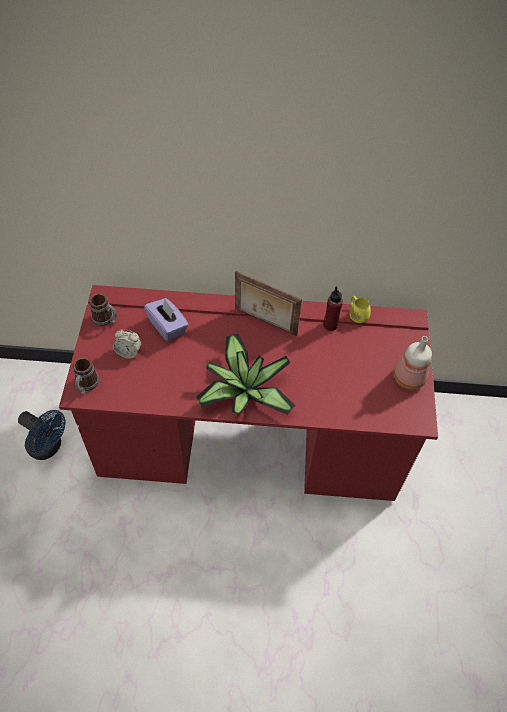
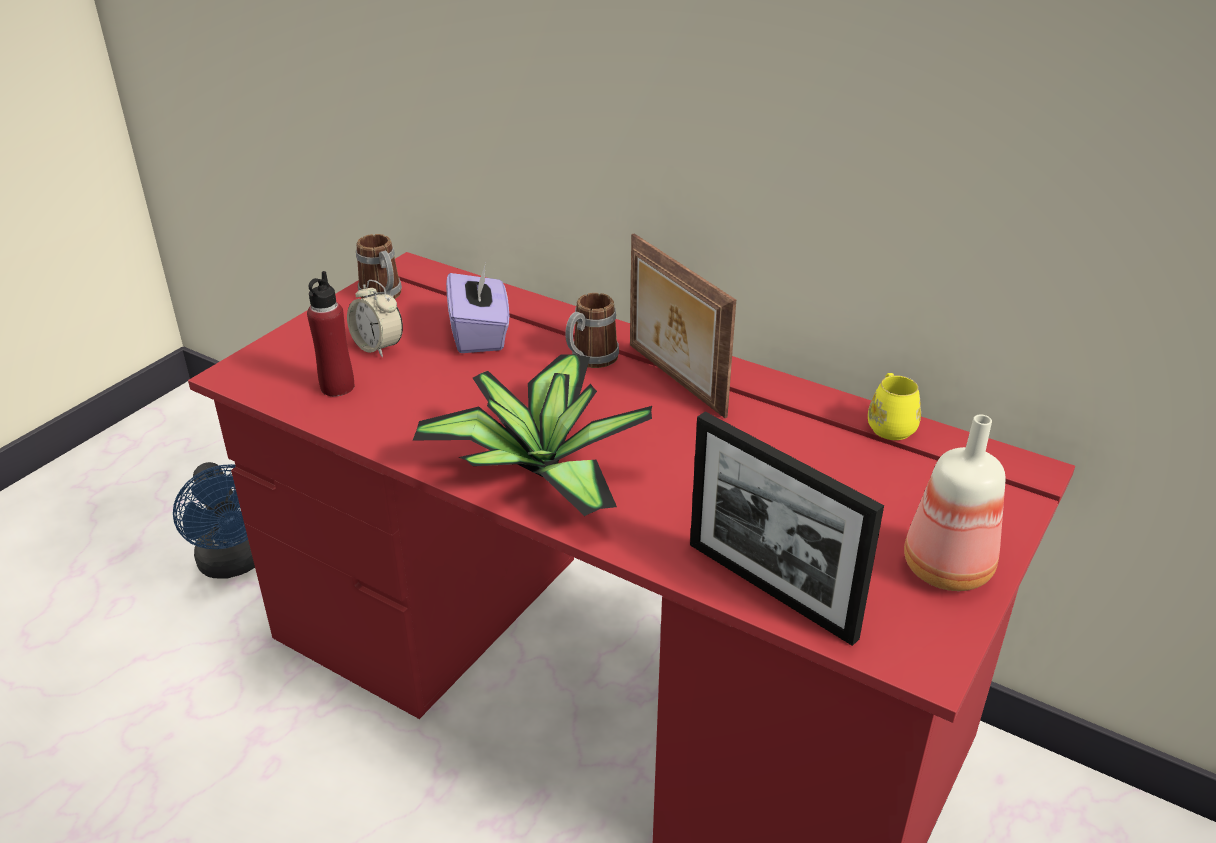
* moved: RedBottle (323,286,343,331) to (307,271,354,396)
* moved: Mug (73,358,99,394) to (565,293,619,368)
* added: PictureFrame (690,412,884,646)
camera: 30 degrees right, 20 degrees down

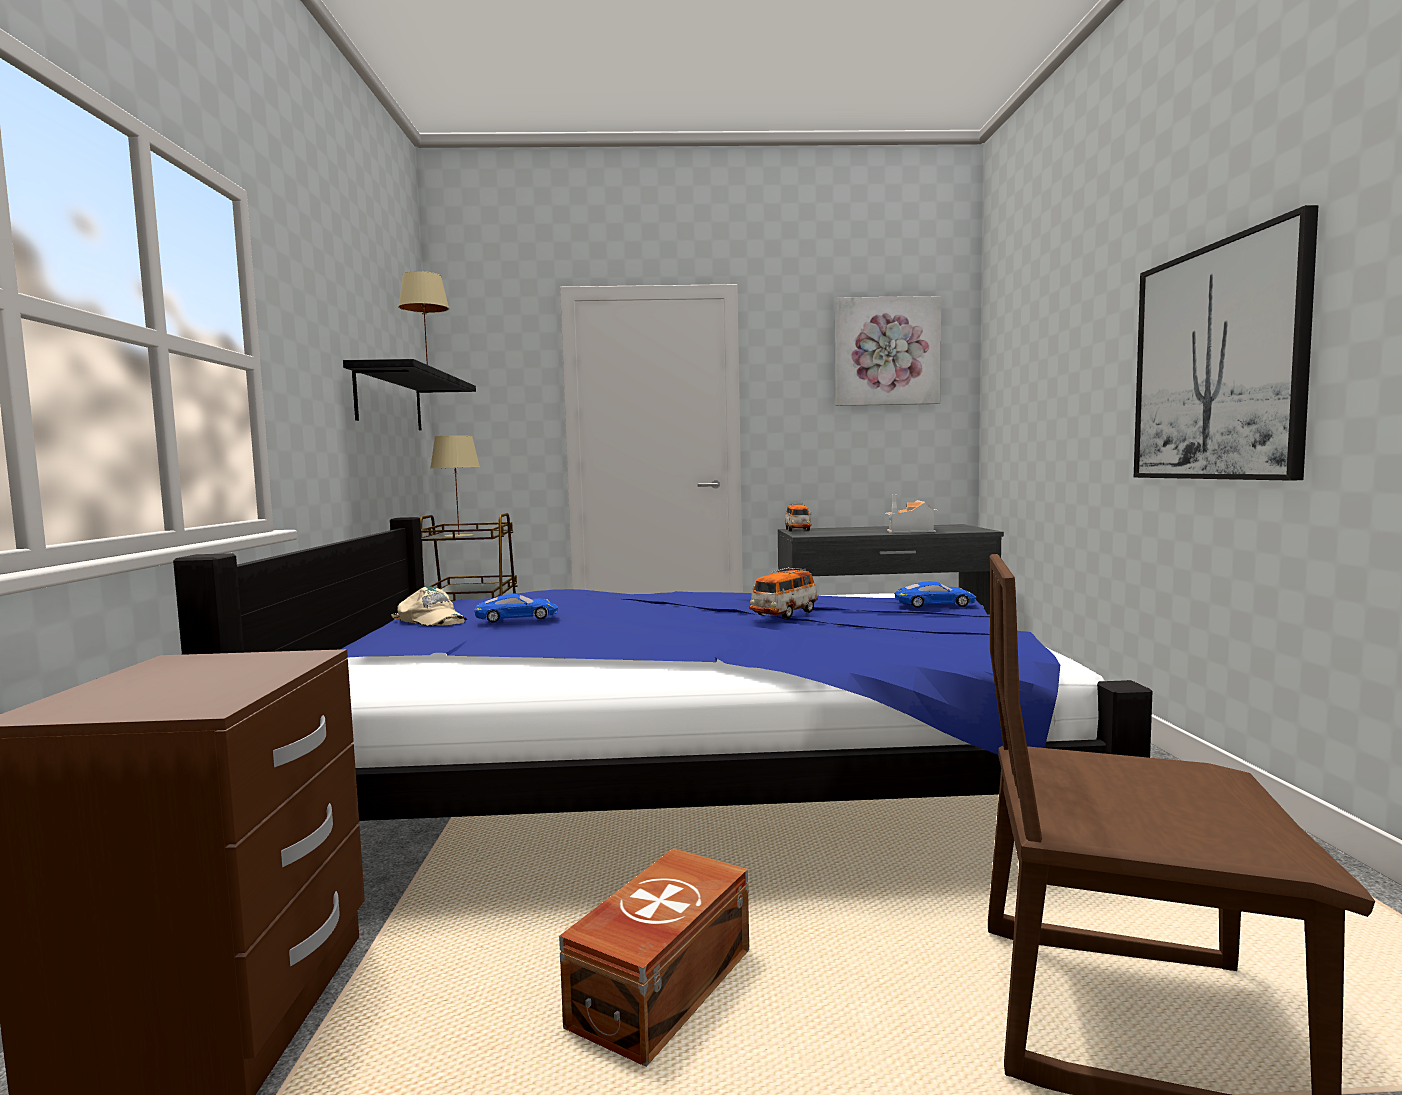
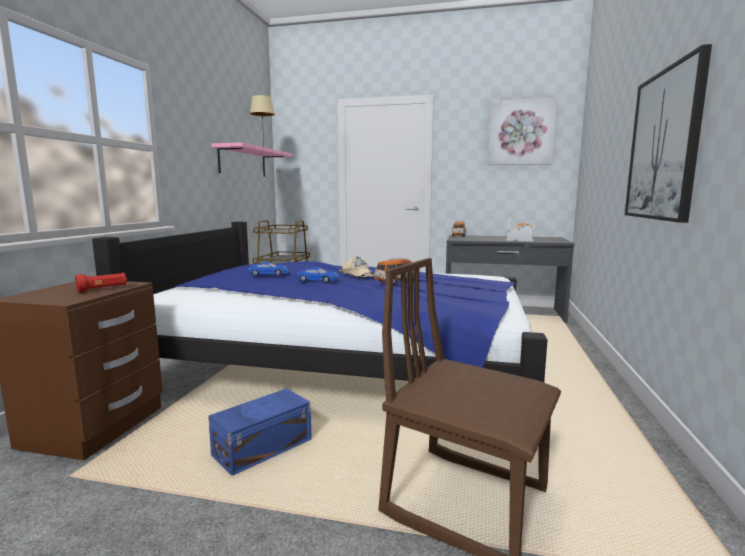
* added: RedFlashlight (75,272,127,293)
* recoloured: BrownStorageBox (559,848,749,1067) to BlueStorageBox (208,388,312,476)
* recoloured: BlackShelf (343,359,476,430) to PinkShelf (211,143,292,177)
* moved: BlueToyCar (895,581,977,608) to (297,268,339,283)
* moved: BeigeCap (391,586,467,626) to (339,257,374,277)
* removed: BeigeTableLamp (431,435,480,537)
camera: 15 degrees right, 5 degrees up

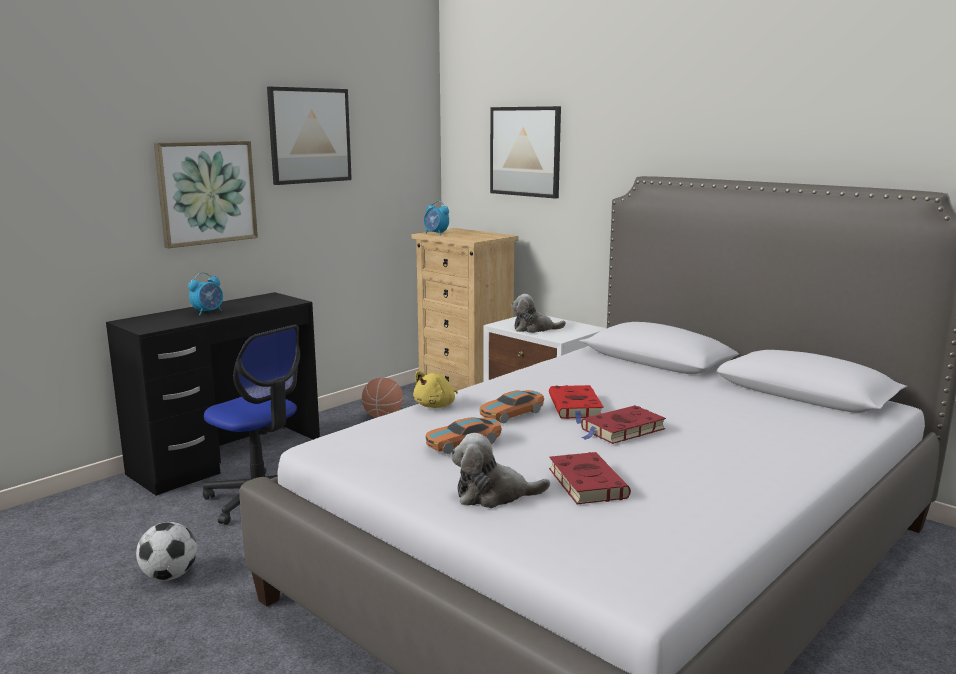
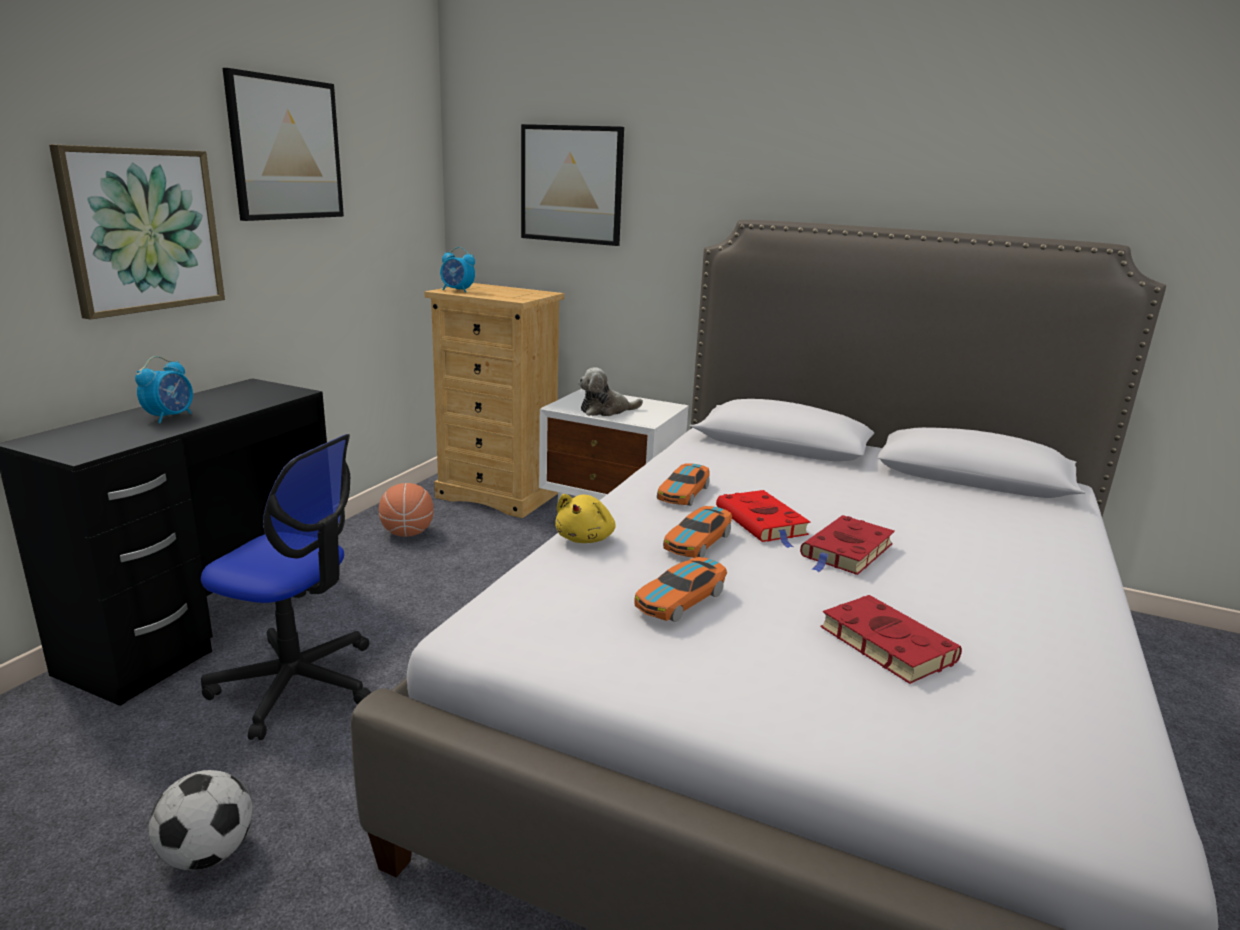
* added: ToyCar (657,463,710,506)
* removed: PlushToy (451,433,550,508)
camera: 20 degrees left, 5 degrees up

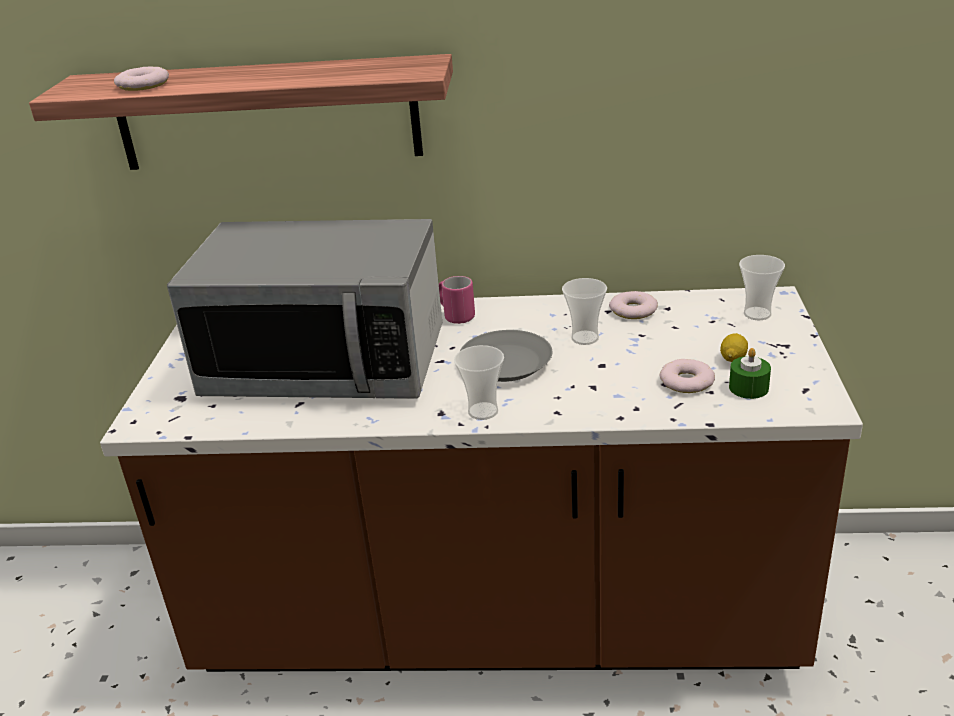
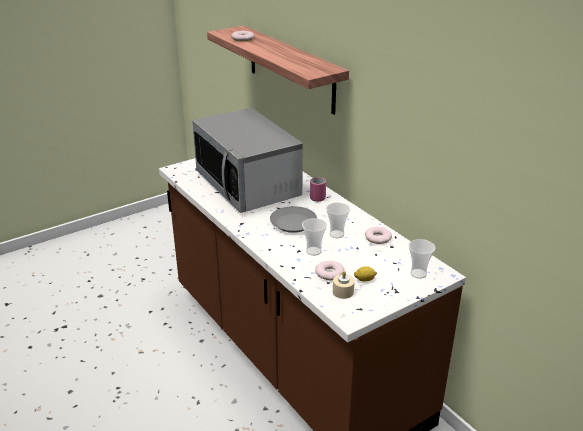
* moved: Cup (454,345,504,420) to (302,218,327,256)
* recoloured: GreenCandle (729,348,771,399) to BeigeCandle (333,271,355,299)
camera: 50 degrees right, 0 degrees up

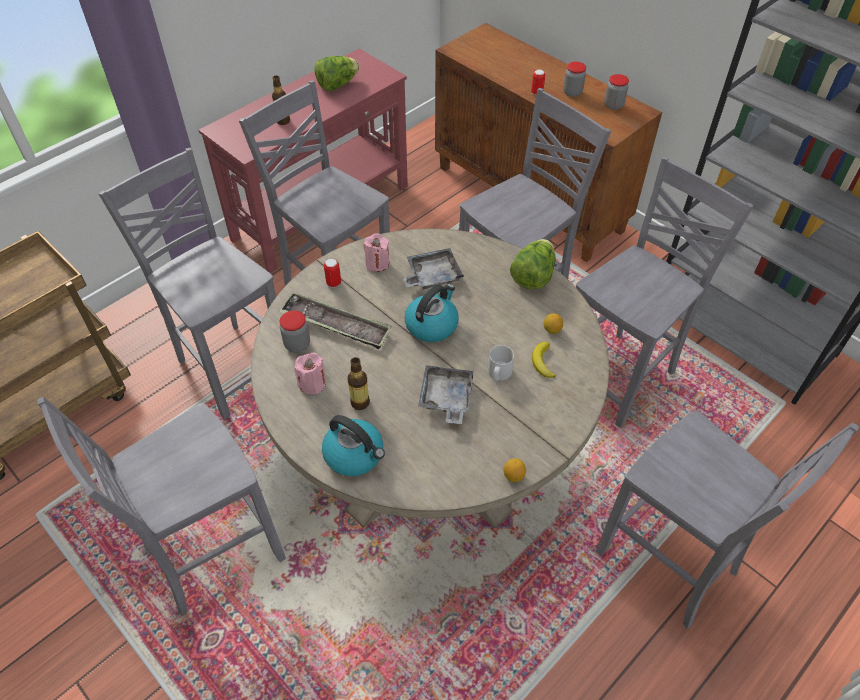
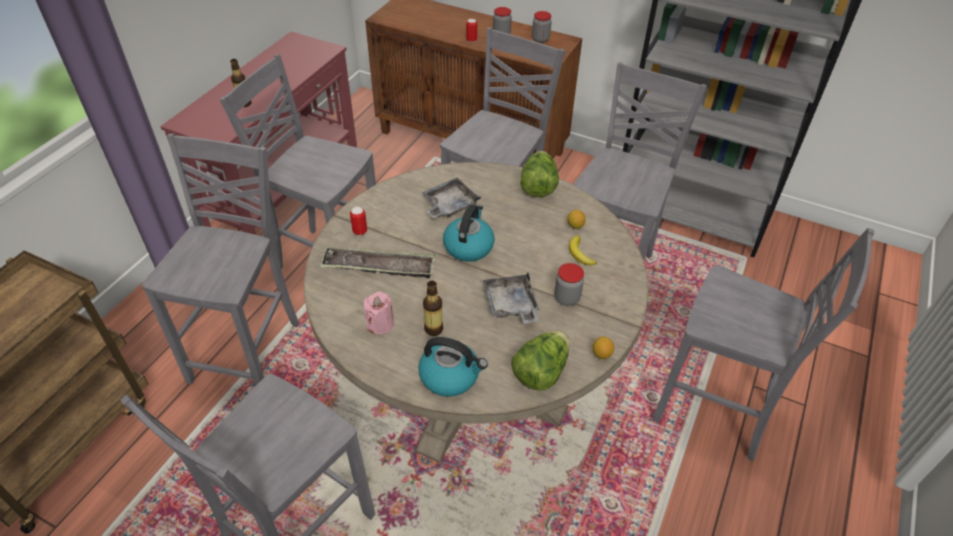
* turned: GreyChair (98,148,276,420) = (142,133,299,386) 75 degrees clockwise
* moved: Lettuce (314,56,359,91) to (511,331,569,390)
* moved: Jar (280,311,310,353) to (554,263,584,306)
* removed: PinkCandle (363,233,389,272)
* removed: GreyMug (488,345,514,381)
camera: 20 degrees left, 5 degrees down

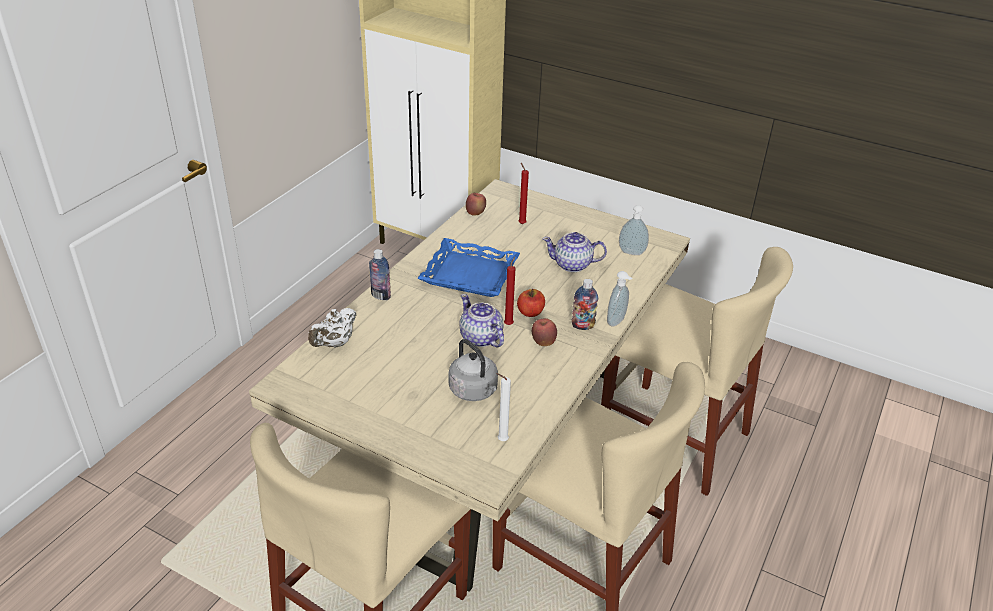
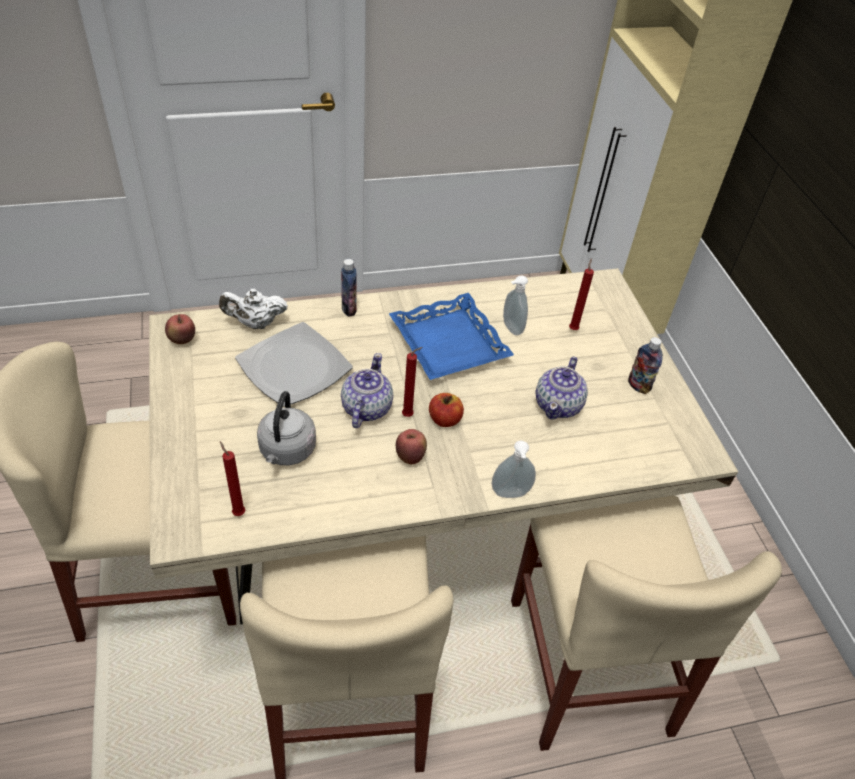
* moved: Apple (466,193,486,216) to (165,314,195,344)
* recoloured: WhiteCandle (496,373,511,441) to RedCandle (220,441,245,516)
* added: Plate (235,322,353,407)
* moved: SoapDispenser (619,205,649,255) to (503,276,528,335)
* turned: Teapot (542,232,607,272) = (536,357,588,420) 120 degrees counterclockwise
* moved: Bottle (571,279,598,330) to (628,337,663,394)
camera: 45 degrees right, 10 degrees up

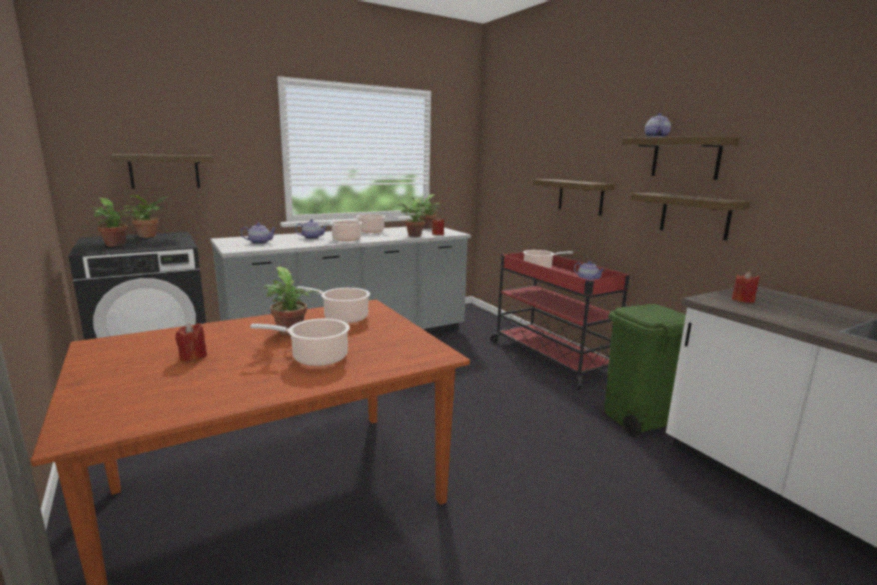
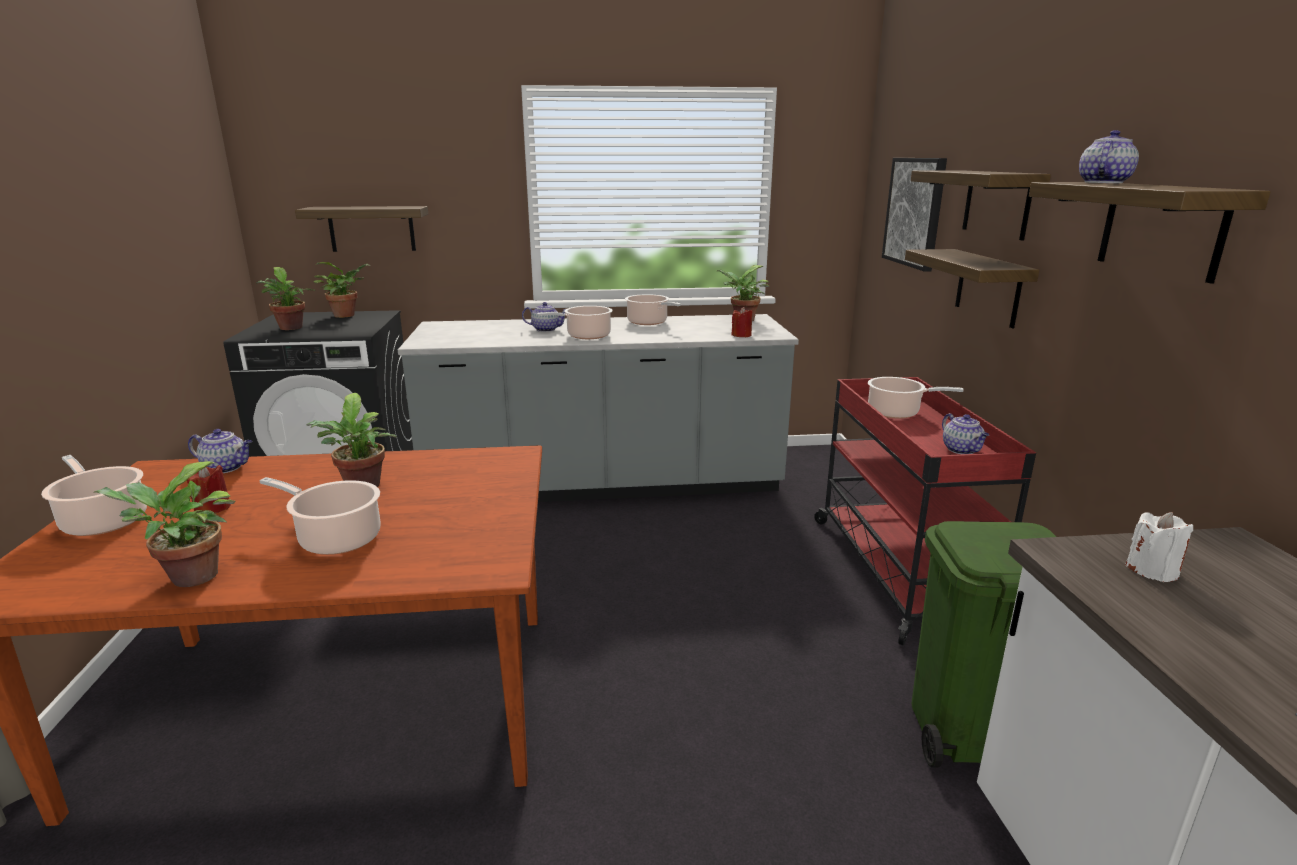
* moved: CookingPot (296,286,370,324) to (41,455,147,536)
* moved: PottedPlant (398,199,429,237) to (93,461,235,587)
* moved: Teapot (241,223,276,244) to (188,429,252,473)
* added: Picture (882,158,947,272)
* moved: Shelf (631,193,750,241) to (911,170,1051,240)
* recoloured: RedCandle (732,272,760,303) to WhiteCandle (1125,512,1193,582)
camera: 25 degrees right, 5 degrees up

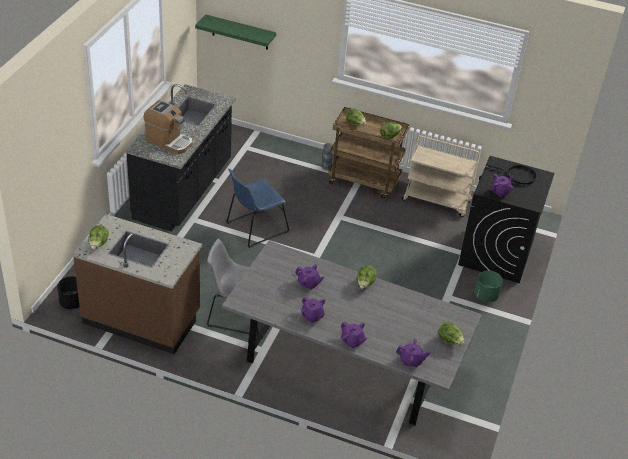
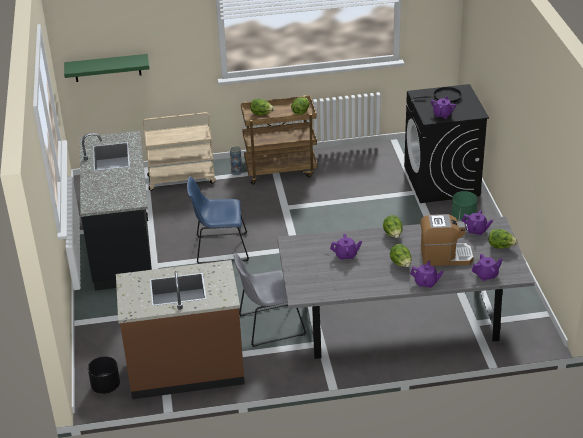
* moved: BeigeCart (402,135,479,217) to (143,112,216,191)
* turned: BlueChair (226,169,290,248) = (187,176,249,264) 60 degrees clockwise
* moved: Lettuce (88,225,109,249) to (390,244,411,267)
* moved: CoffeeMachine (144,100,193,154) to (420,214,474,266)
* moved: PurpleTeapot (301,296,325,323) to (462,210,493,235)
camera: 25 degrees left, 5 degrees down

